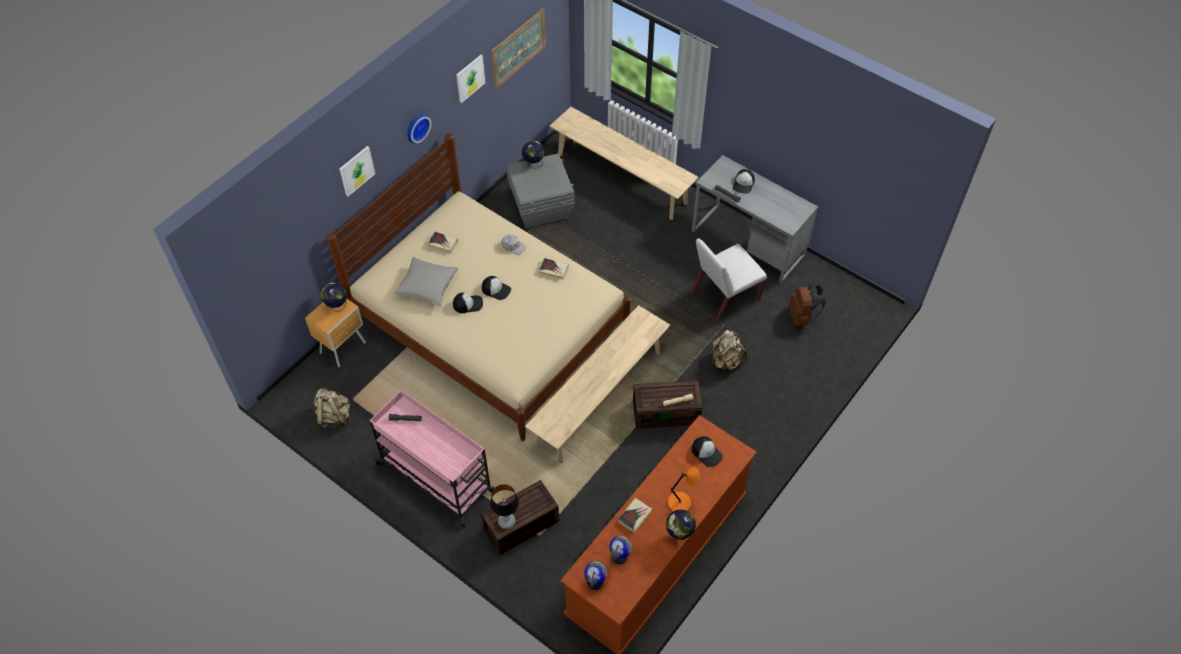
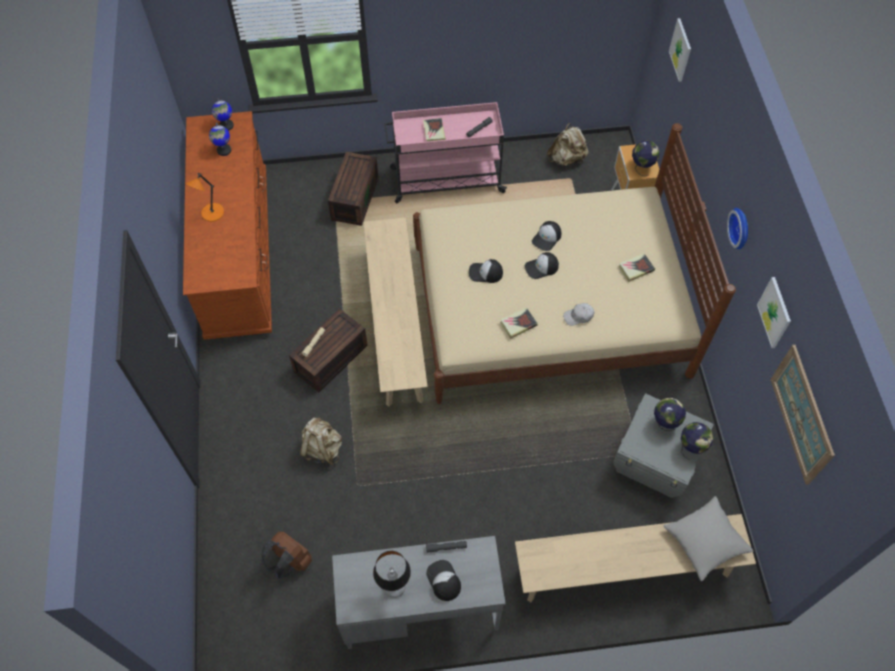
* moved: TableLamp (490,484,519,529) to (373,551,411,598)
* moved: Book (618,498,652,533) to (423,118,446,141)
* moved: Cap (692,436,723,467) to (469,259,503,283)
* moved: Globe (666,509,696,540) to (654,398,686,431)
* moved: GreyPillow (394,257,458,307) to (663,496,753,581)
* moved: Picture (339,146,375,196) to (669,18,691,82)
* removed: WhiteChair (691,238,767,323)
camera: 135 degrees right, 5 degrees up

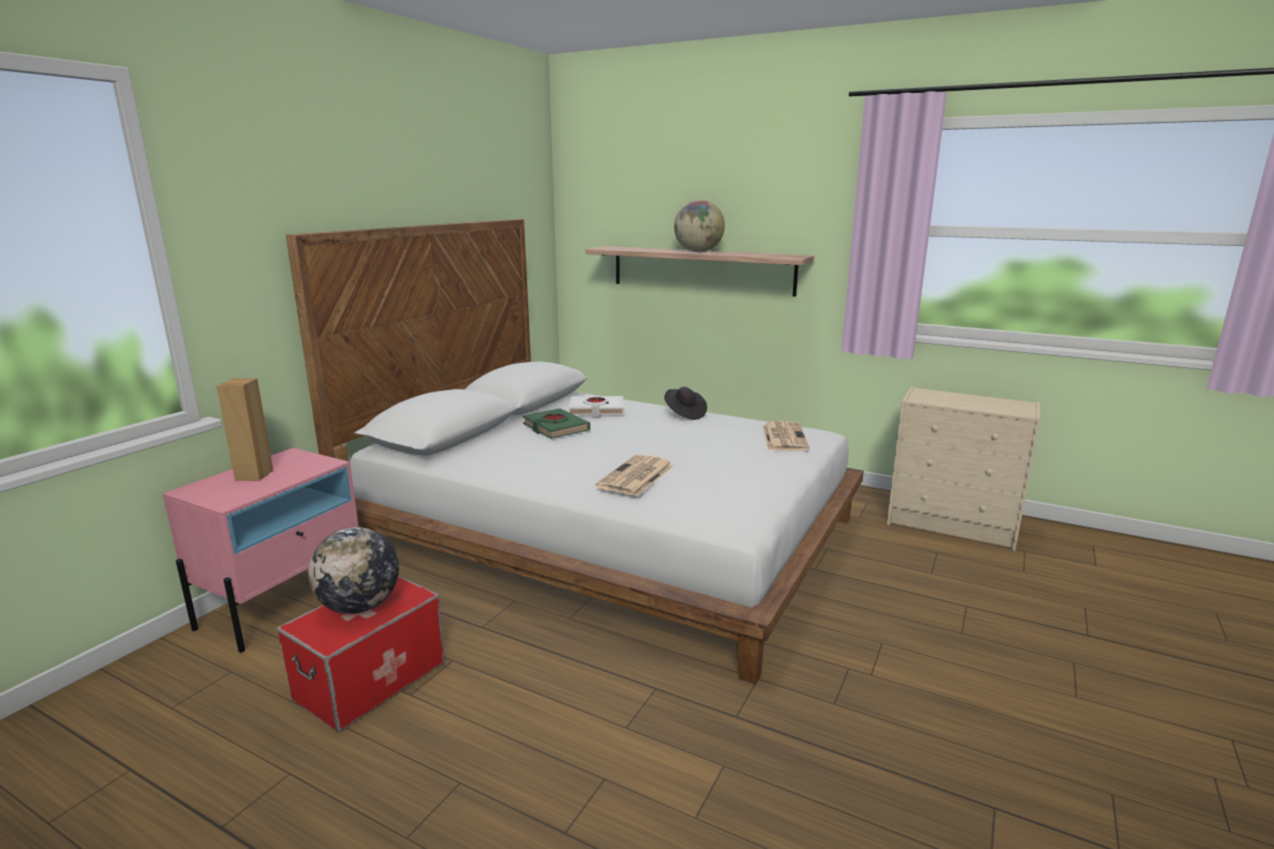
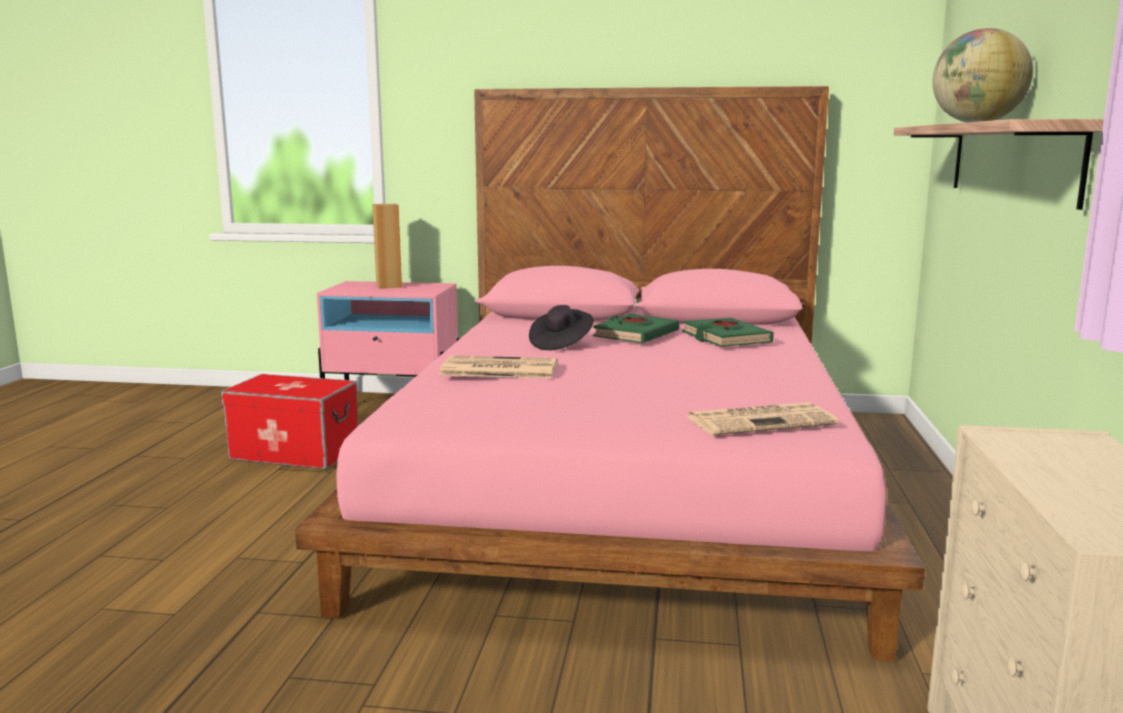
* recoloured: WhiteBed (286,219,864,684) to PinkBed (295,86,925,662)
* moved: BlackHat (664,387,707,420) to (529,305,594,350)
* recoloured: WhiteBook (569,396,623,417) to GreenBook (683,318,774,347)
* removed: Globe (308,527,399,614)
camera: 70 degrees right, 5 degrees down

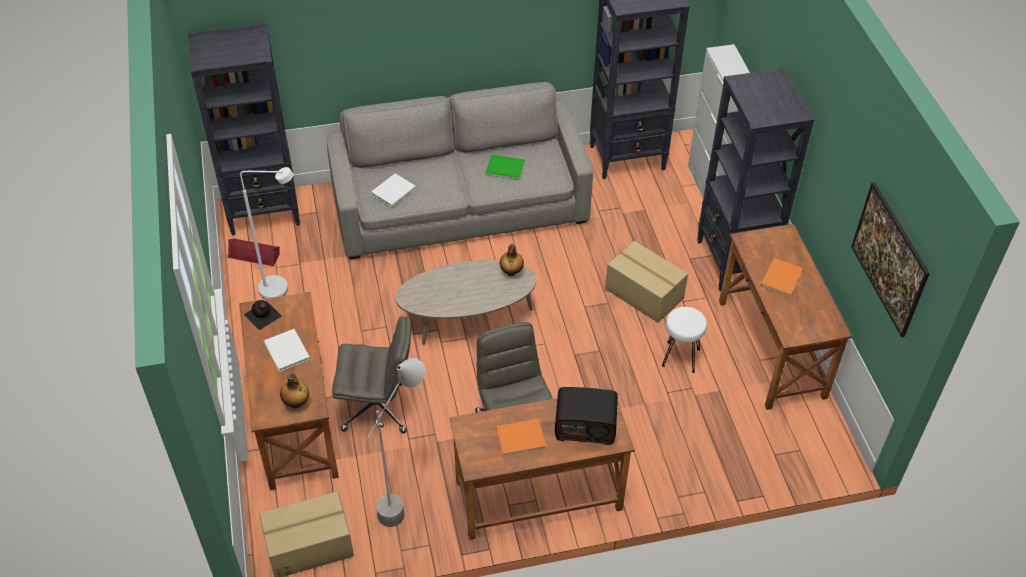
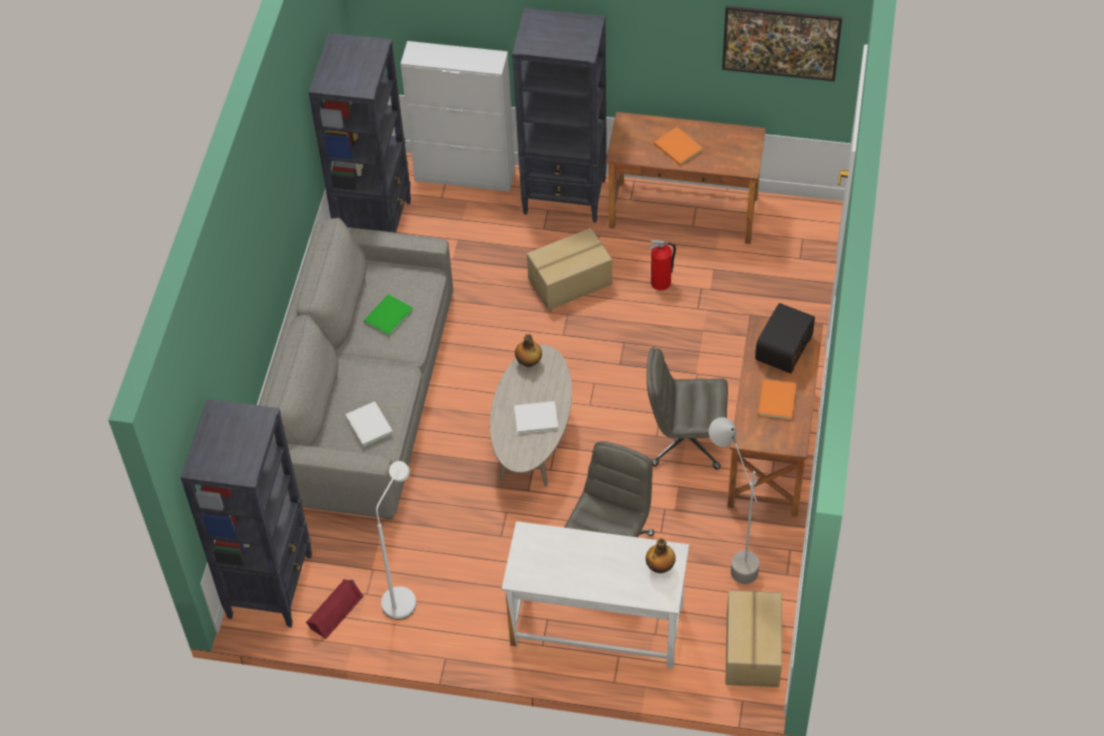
* recoloured: BrownDesk (239,292,339,490) to WhiteDesk (502,521,689,669)
* moved: WhiteBook (264,329,310,372) to (514,401,558,434)
* replaced: WhiteStool (662,307,707,373) to FireExtinguisher (649,239,676,291)
* removed: BlackBottle (244,300,282,330)
camera: 65 degrees left, 5 degrees up

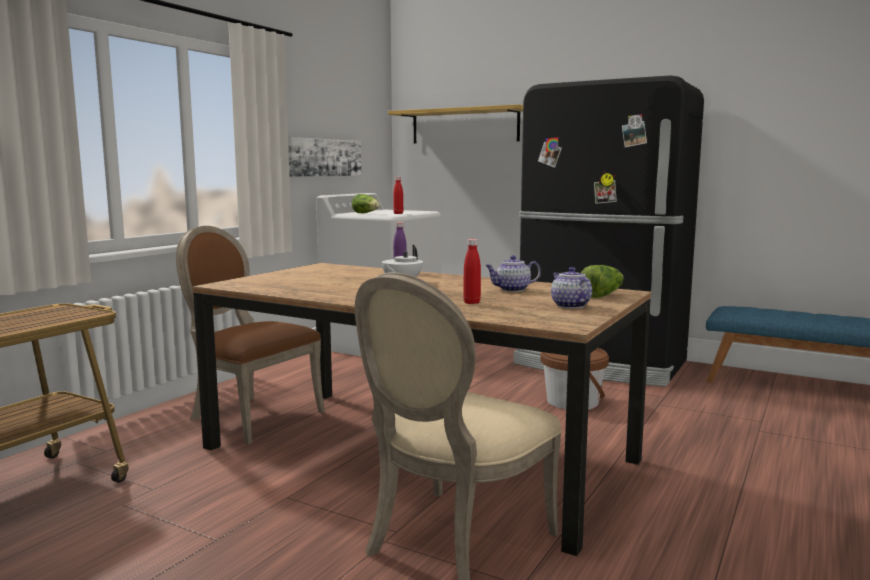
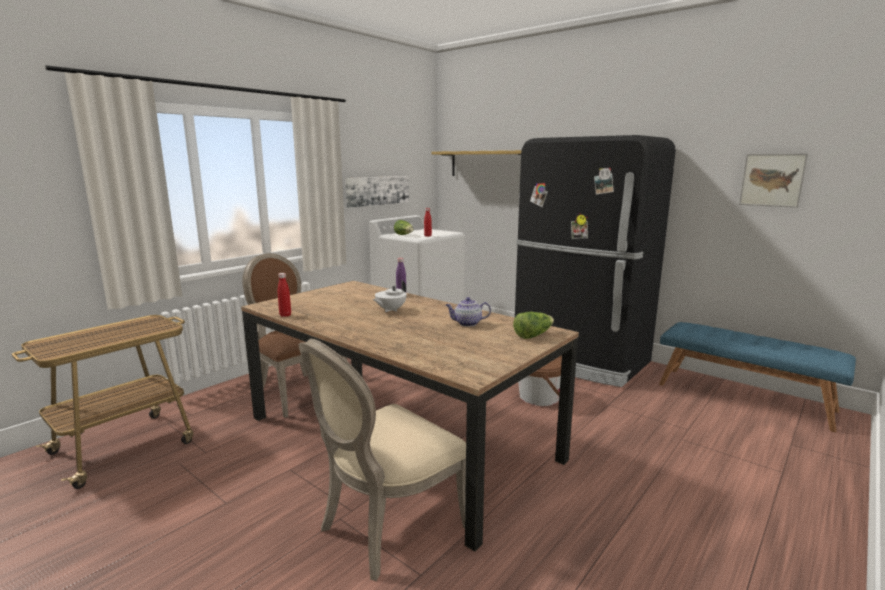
* moved: RedBottle (463,239,481,304) to (278,273,291,317)
* added: Picture (739,153,808,208)
* removed: Teapot (551,267,592,308)
camera: 10 degrees right, 5 degrees up

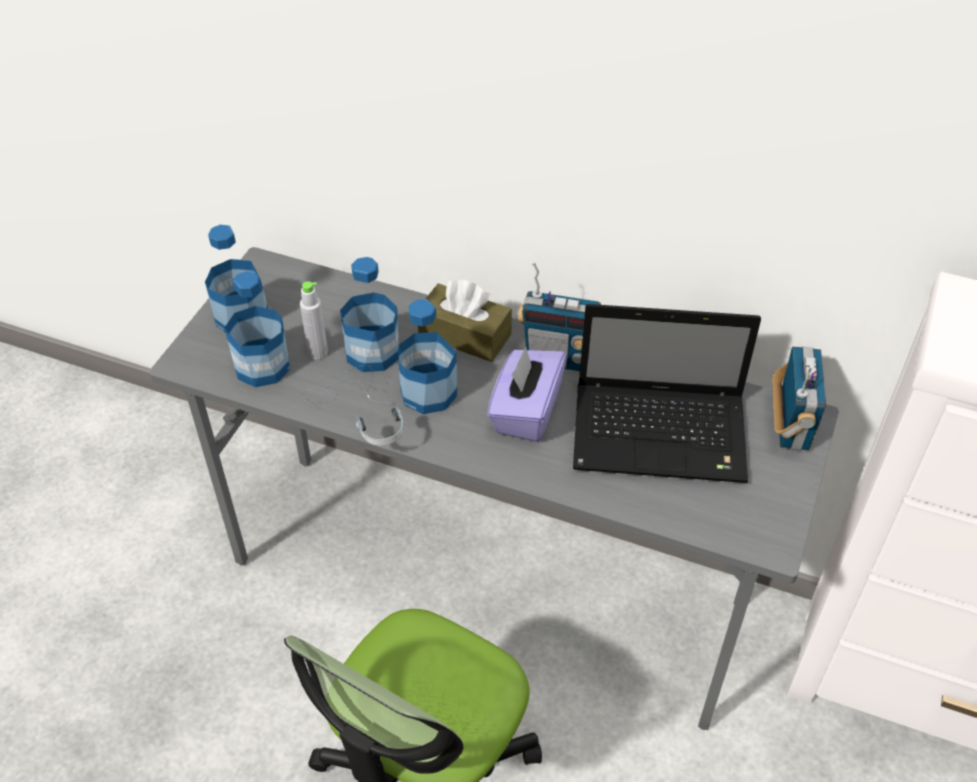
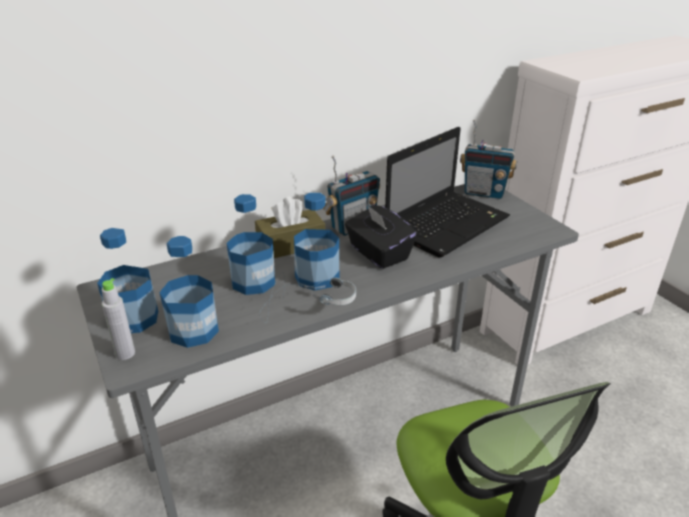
* moved: GreyBottle (300,281,328,360) to (101,278,135,360)
* recoloured: PurpleTissueBox (487,346,567,442) to BlackTissueBox (345,205,416,269)
* turned: Radio (772,346,826,450) = (460,120,517,199) 150 degrees clockwise
camera: 50 degrees left, 15 degrees down

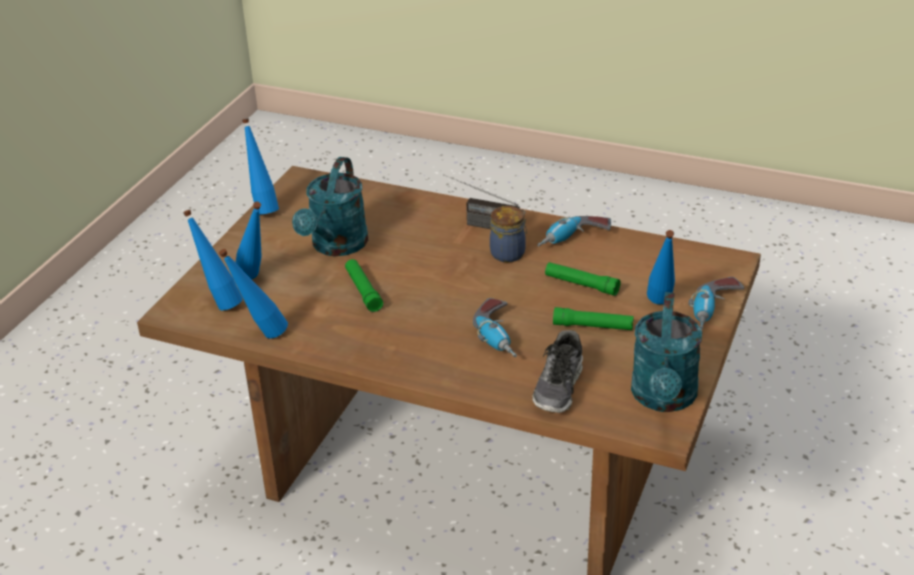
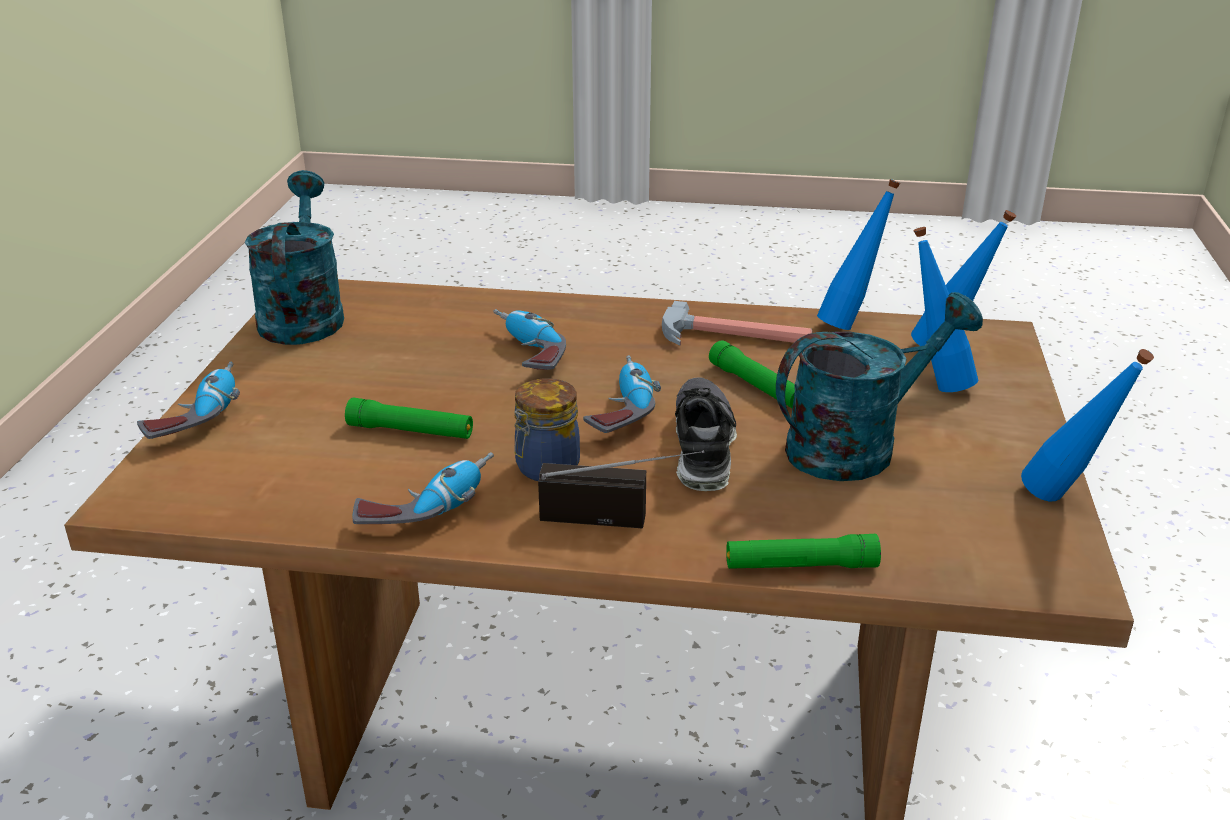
* added: PowerDrill (583,355,661,433)
* added: Hammer (662,301,813,345)
* moved: Shoe (532,330,583,413) to (675,377,737,491)
* moved: GreenFlashlight (553,307,634,330) to (726,534,881,569)
* turned: TurquoiseWateringCan (292,157,368,256) = (776,292,983,481) 60 degrees clockwise
* removed: BlueBottle (647,230,675,305)
camera: 165 degrees right, 5 degrees down

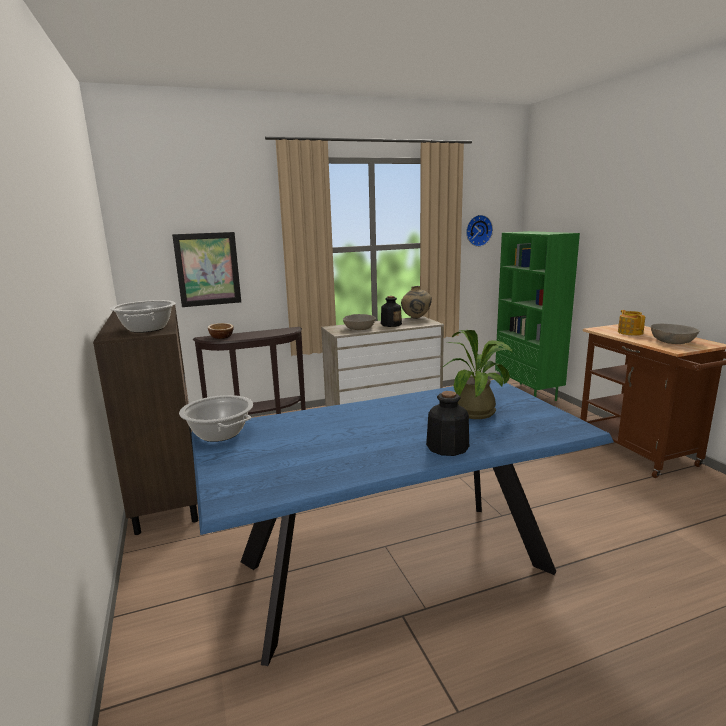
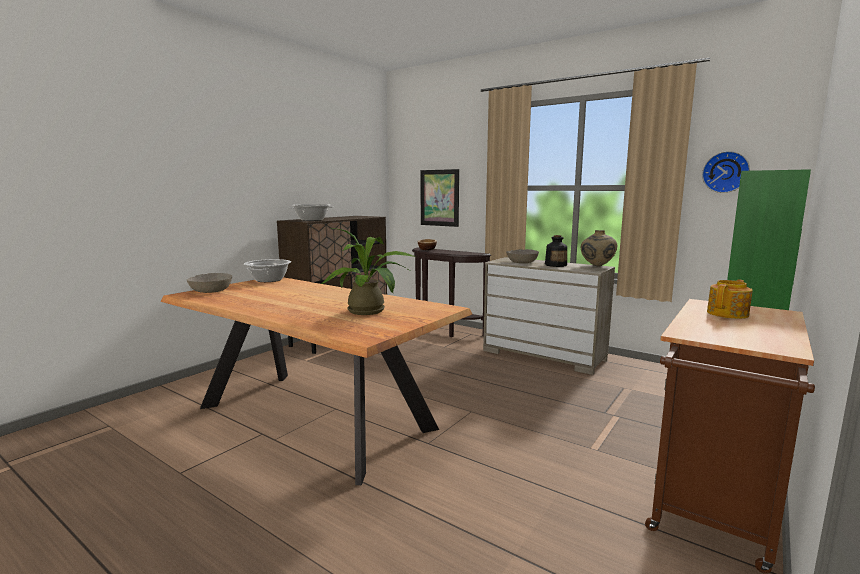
* recoloured: BlueDiningTable (191,380,614,666) to BrownDiningTable (161,277,472,485)
* moved: GreyBowl (651,324,699,344) to (186,273,232,293)
* removed: Bottle (426,391,469,456)
camera: 55 degrees right, 5 degrees down

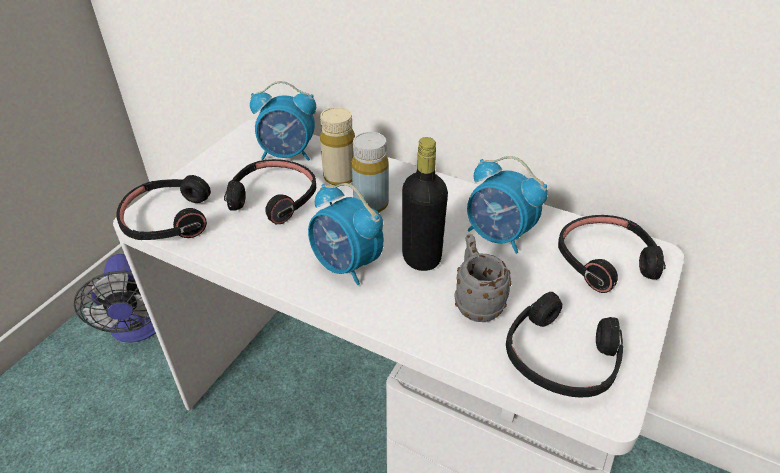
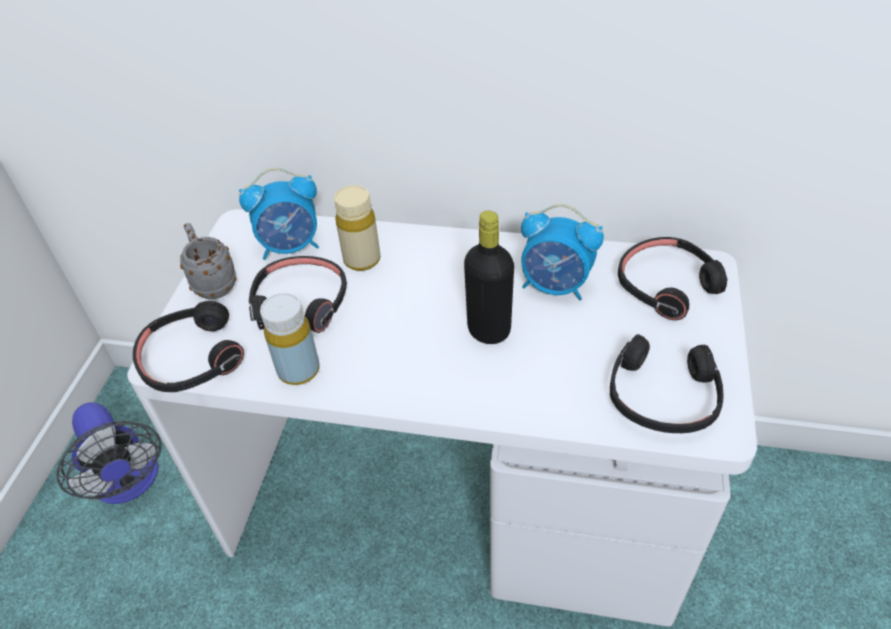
* moved: GreyMug (454,234,512,322) to (180,223,236,299)
* moved: YellowBottle (352,132,389,212) to (260,293,320,385)
* removed: AlarmClock (308,183,384,285)
camera: 15 degrees left, 5 degrees up

